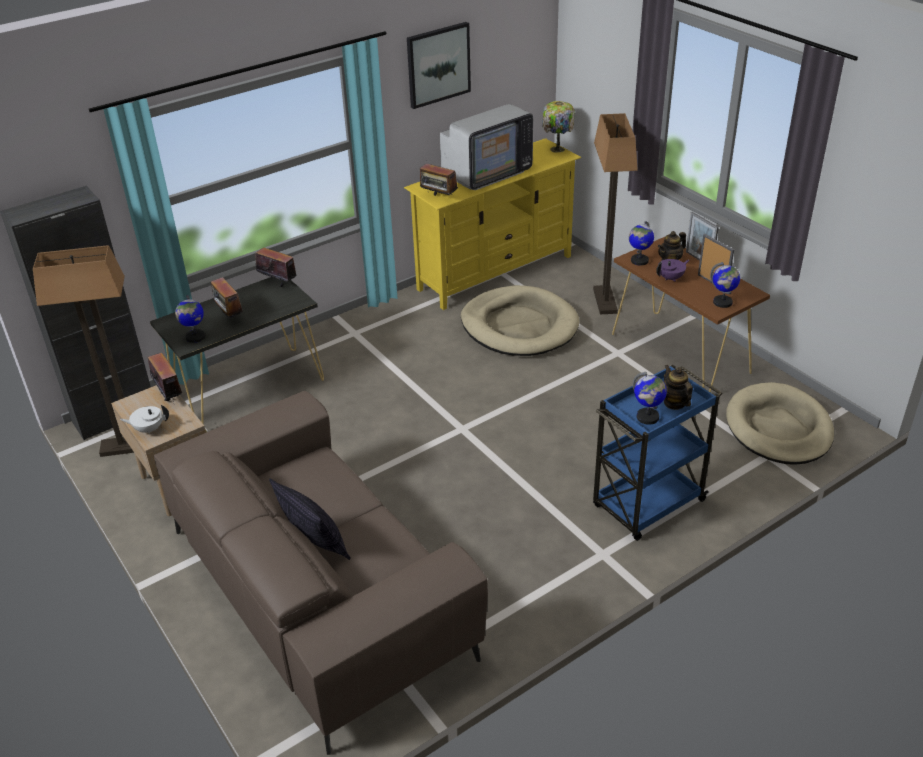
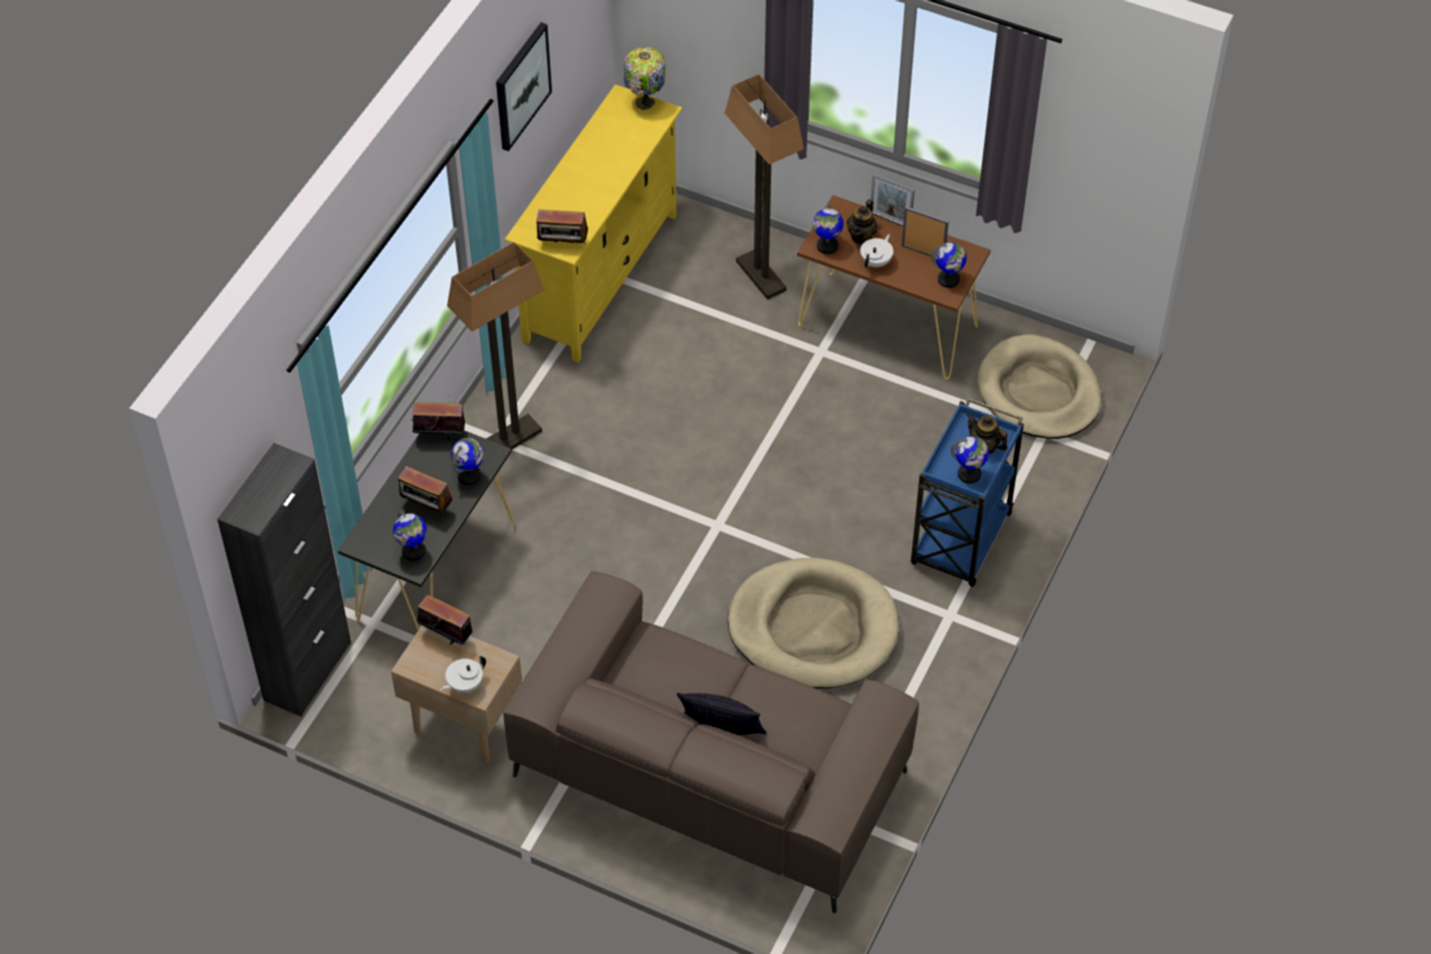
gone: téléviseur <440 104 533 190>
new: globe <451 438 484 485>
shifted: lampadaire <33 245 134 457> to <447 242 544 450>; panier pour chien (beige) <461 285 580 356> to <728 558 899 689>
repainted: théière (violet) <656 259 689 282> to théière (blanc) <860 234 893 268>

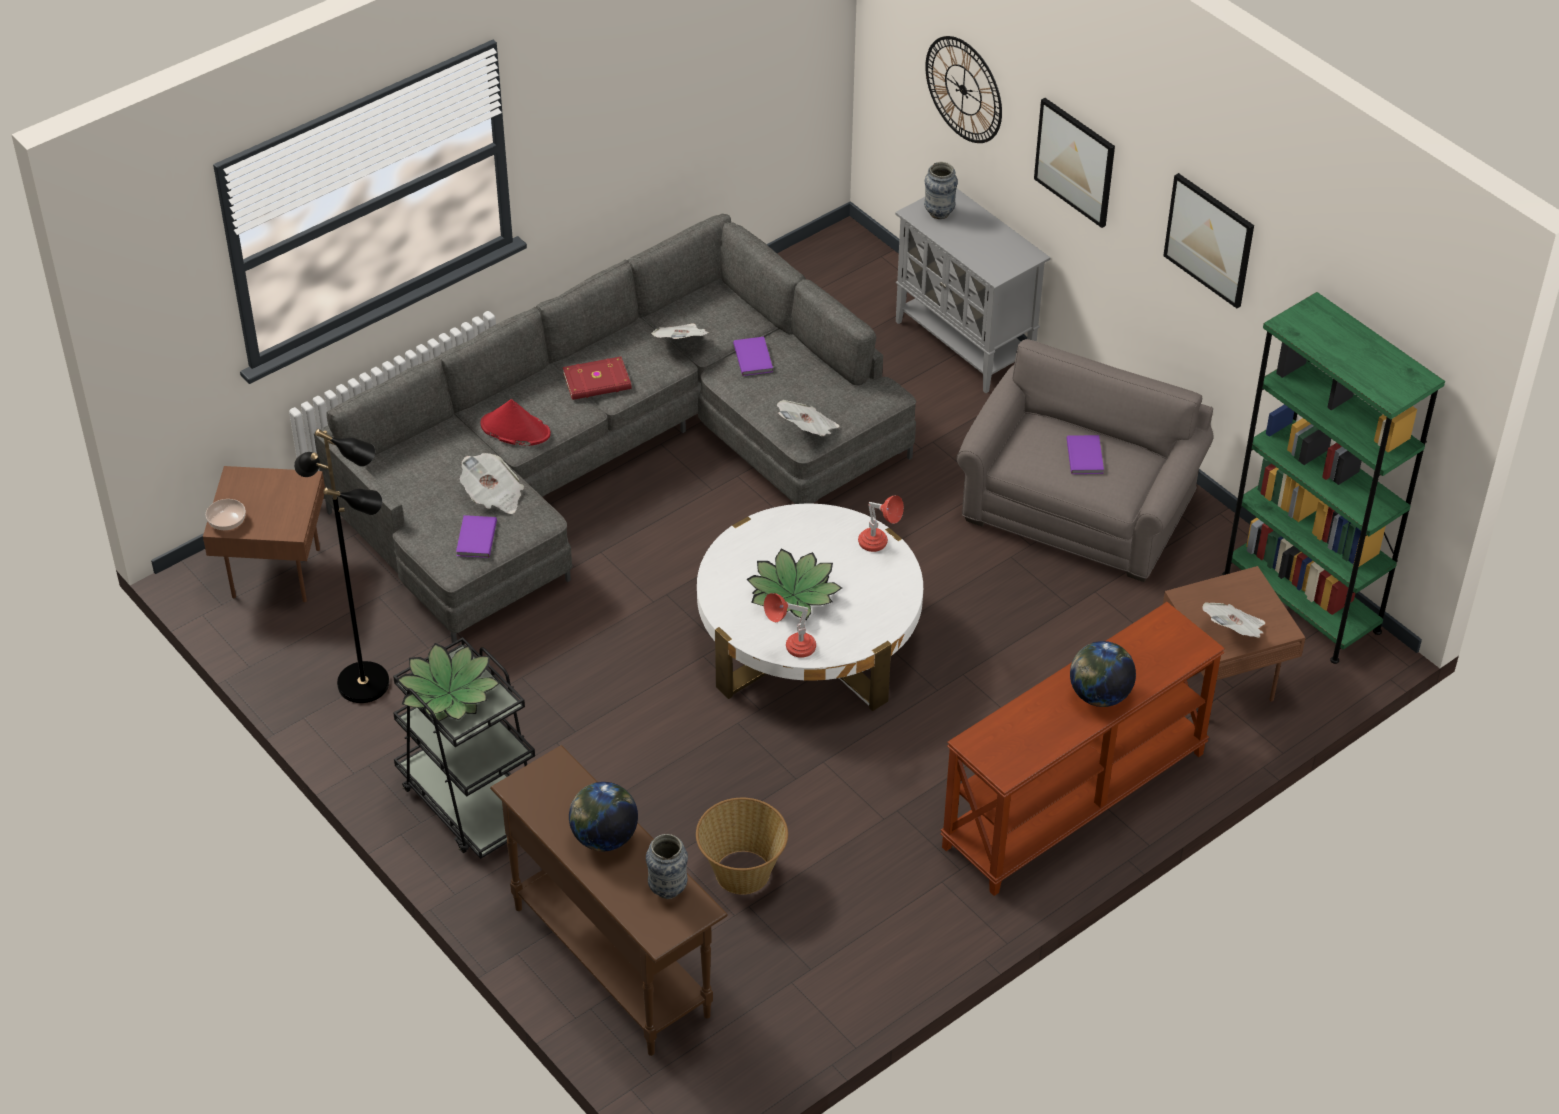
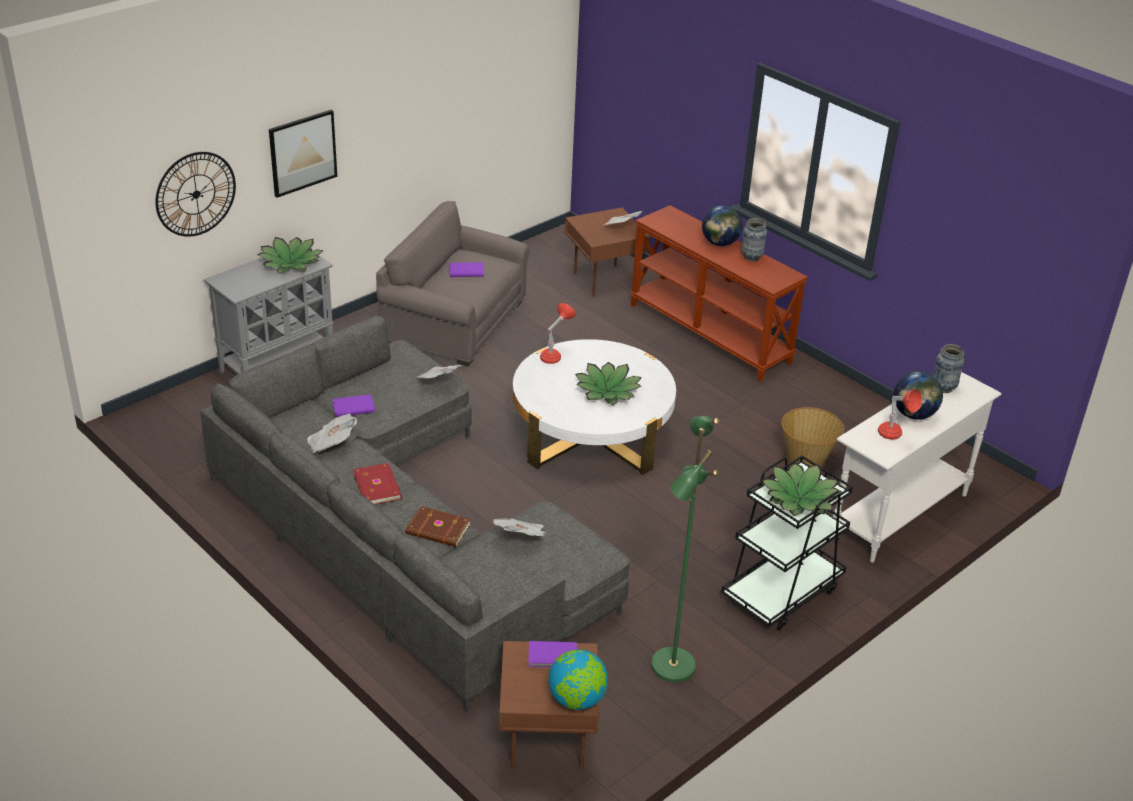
gone: tableau <1163 173 1254 308>; bibliothèque (vert) <1222 292 1445 664>
new: plante en pot <257 237 324 273>
shifted: vase <924 162 958 219> to <741 218 768 262>; livre (violet) <456 515 497 558> to <528 641 577 668>; lampe de table (rouge) <764 593 816 658> to <878 389 922 440>
swapped: chapeau (rouge) <481 399 551 446> to livre (marron) <406 506 470 547>; bol <206 499 246 530> to globe <548 649 608 710>
repainted: lampadaire (noir) <294 429 389 703> to lampadaire (vert) <651 416 720 682>; table console (marron) <490 745 728 1056> to table console (blanc) <833 372 1001 563>

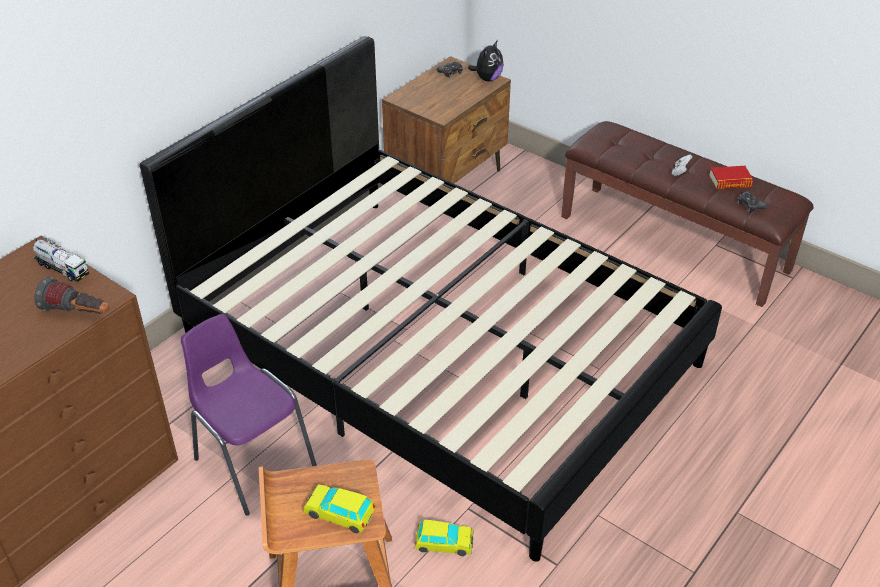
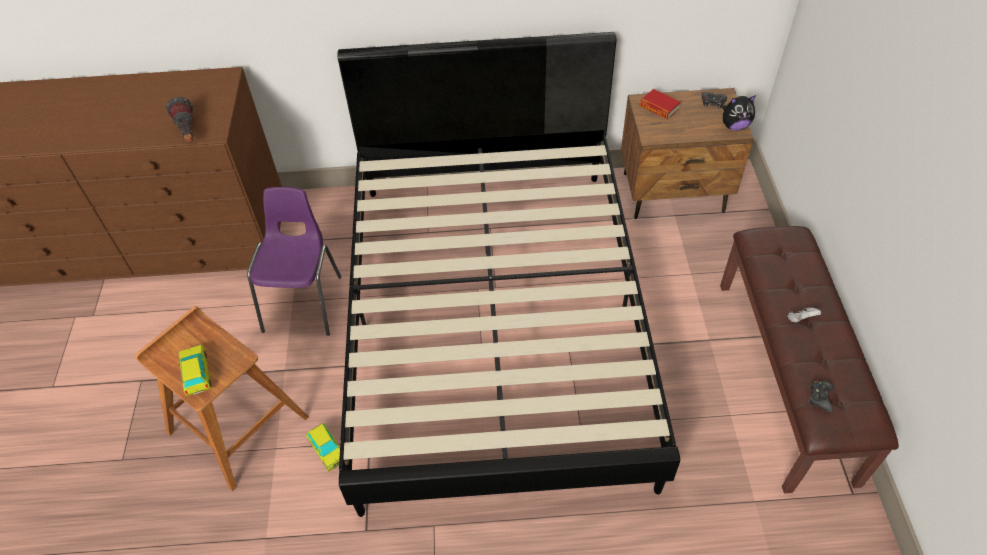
gone: camion jouet <33 236 89 282>
shifted: livre <709 166 753 189> to <640 89 681 120>

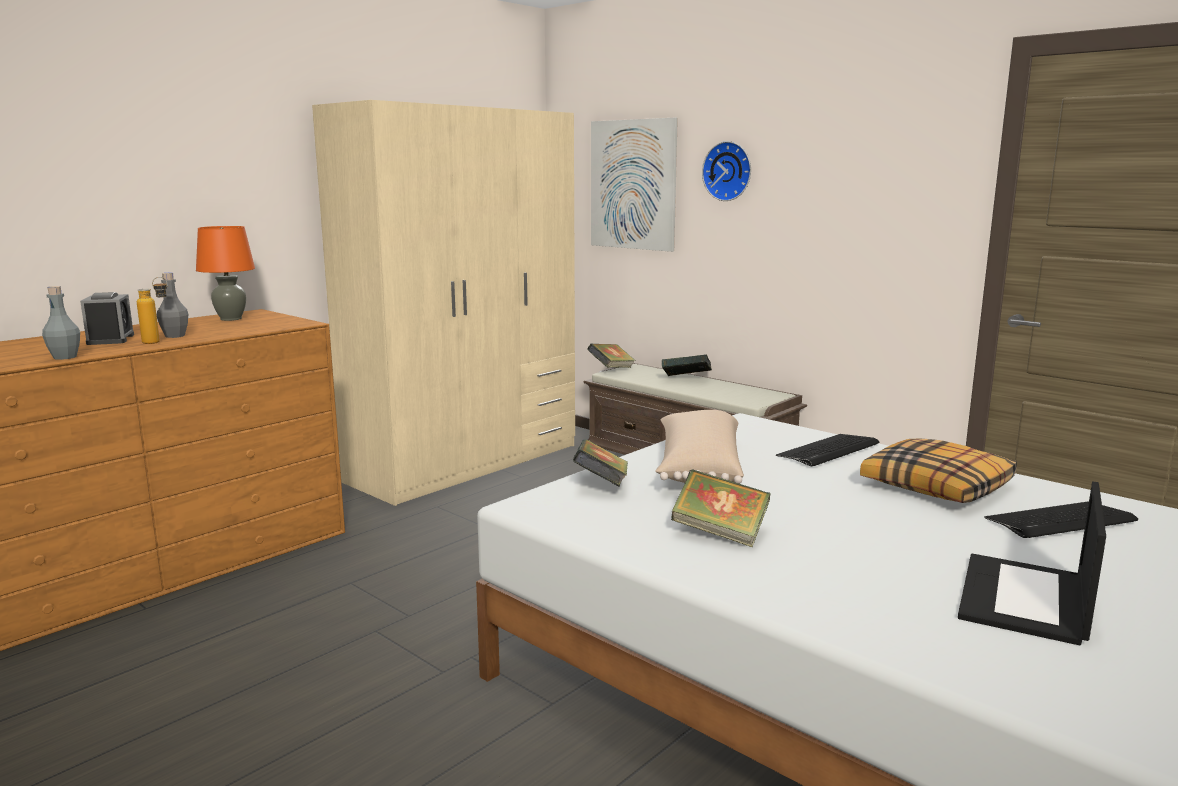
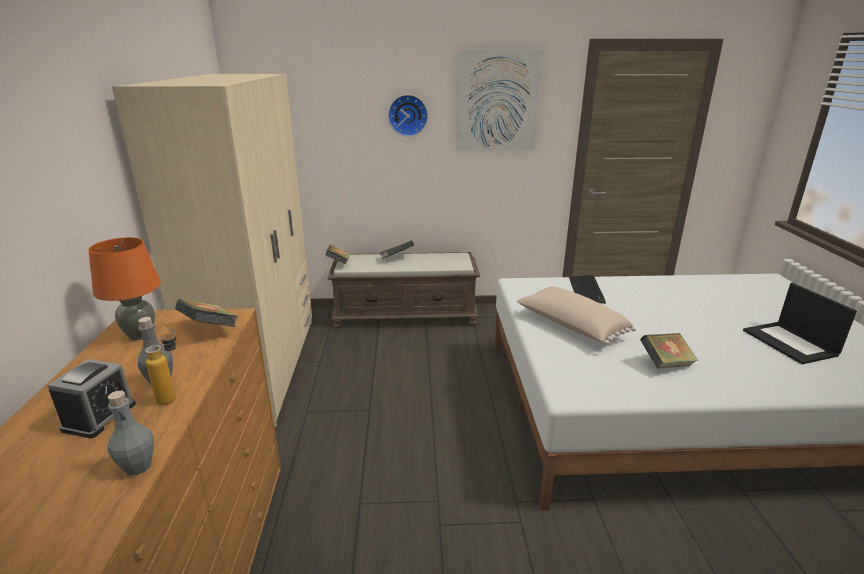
gone: coussin <860 439 1017 503>; clavier <984 501 1138 538>
shifted: tableau <591 118 678 252> to <457 50 543 150>; livre <573 439 628 487> to <175 299 238 327>
rotated: réveil <80 292 134 345> = <47 359 136 438> 75 degrees clockwise

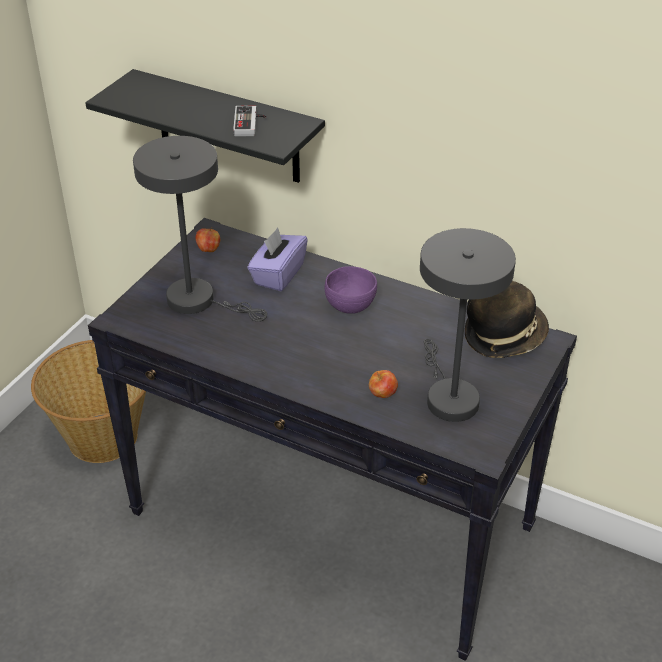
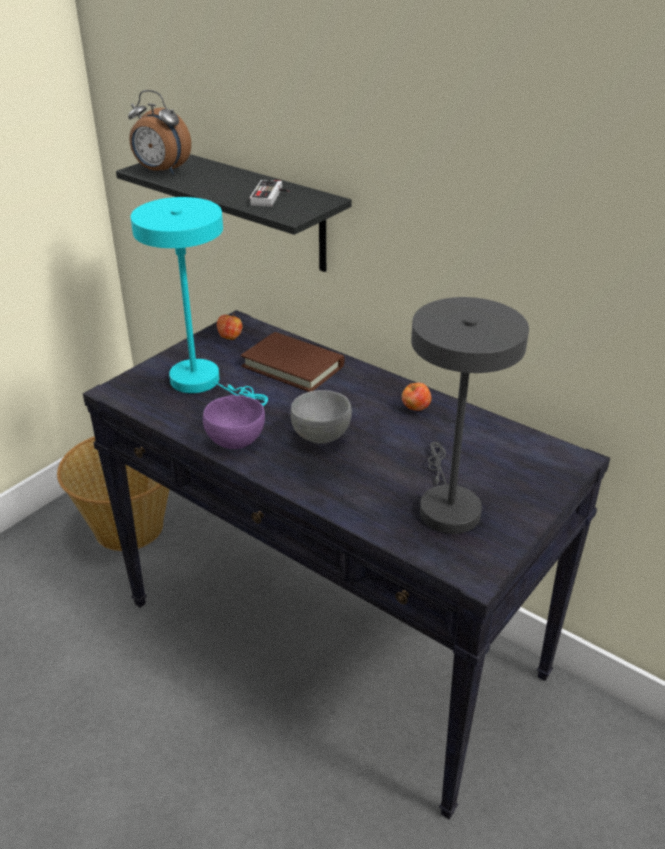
gone: chapeau <465 281 549 358>
new: réveil <128 90 191 174>; bol (gris) <290 390 352 443>
shifted: bol (violet) <324 266 377 314> to <203 395 265 449>; pomme <369 370 398 398> to <402 383 432 411>
swapped: boîte à mouchoirs (violet) <247 227 308 291> to livre (marron) <241 332 345 392>
repainted: lampe de table (gris) <133 136 267 322> to lampe de table (turquoise) <130 197 268 406>

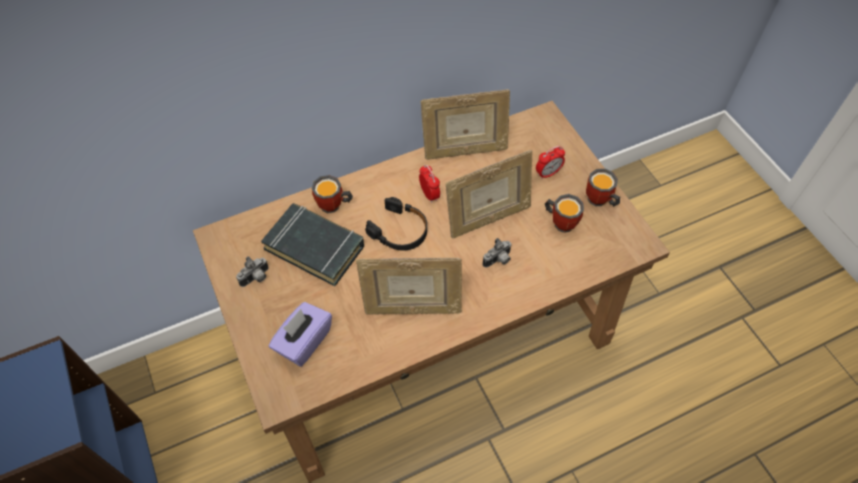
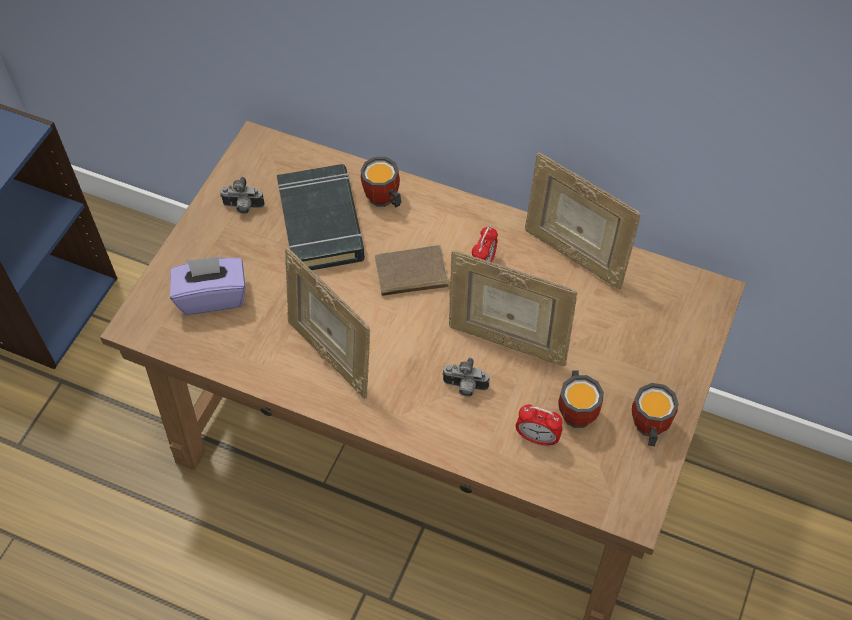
shifted: réveil <536 146 565 179> to <516 404 562 447>
swapped: casque audio (noir) <365 197 427 251> to livre (marron) <374 245 451 296>

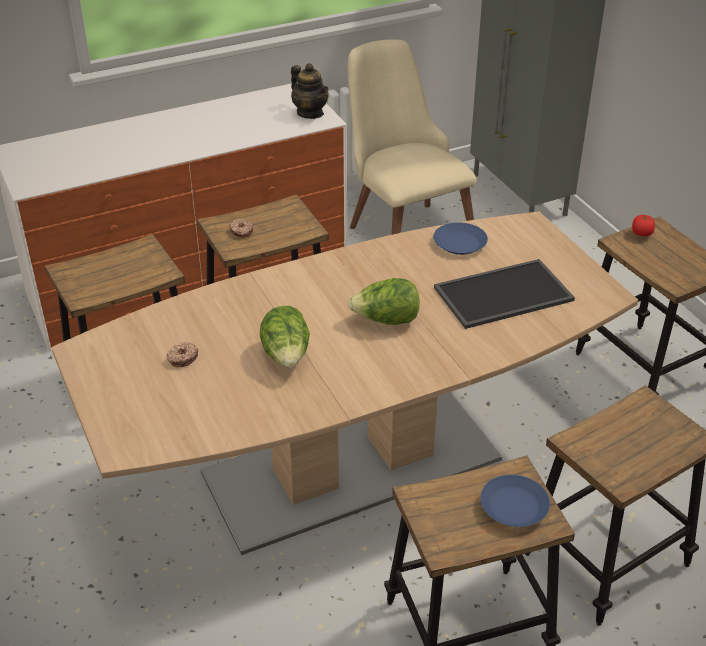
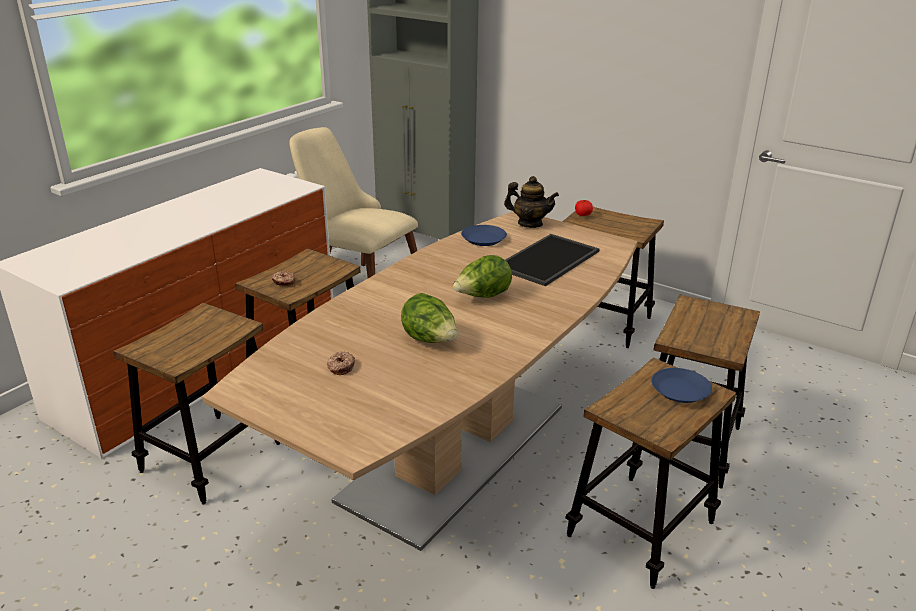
shifted: théière <291 63 329 119> to <504 176 559 228>

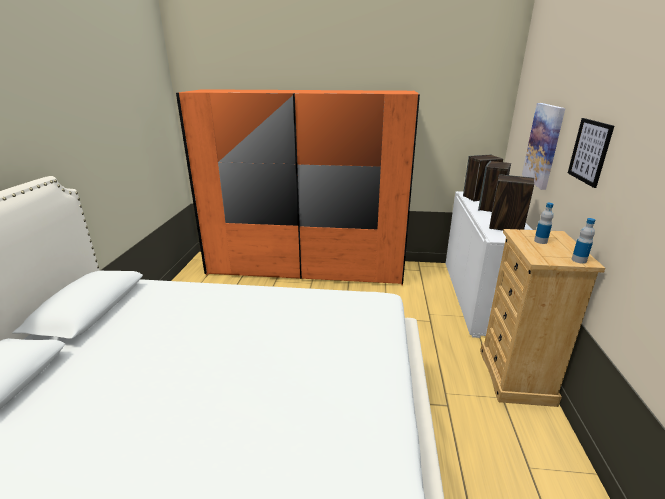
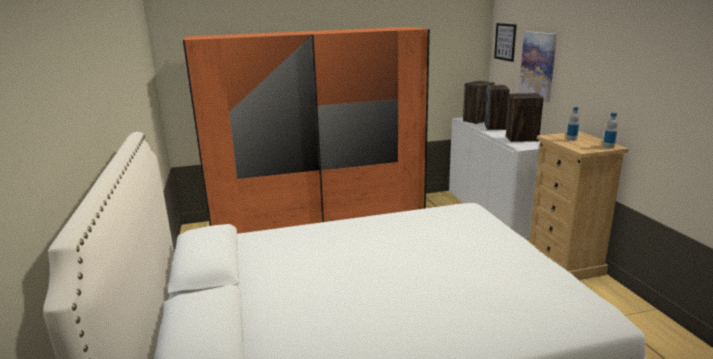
shifted: tableau <568 118 614 188> to <494 23 517 62>

